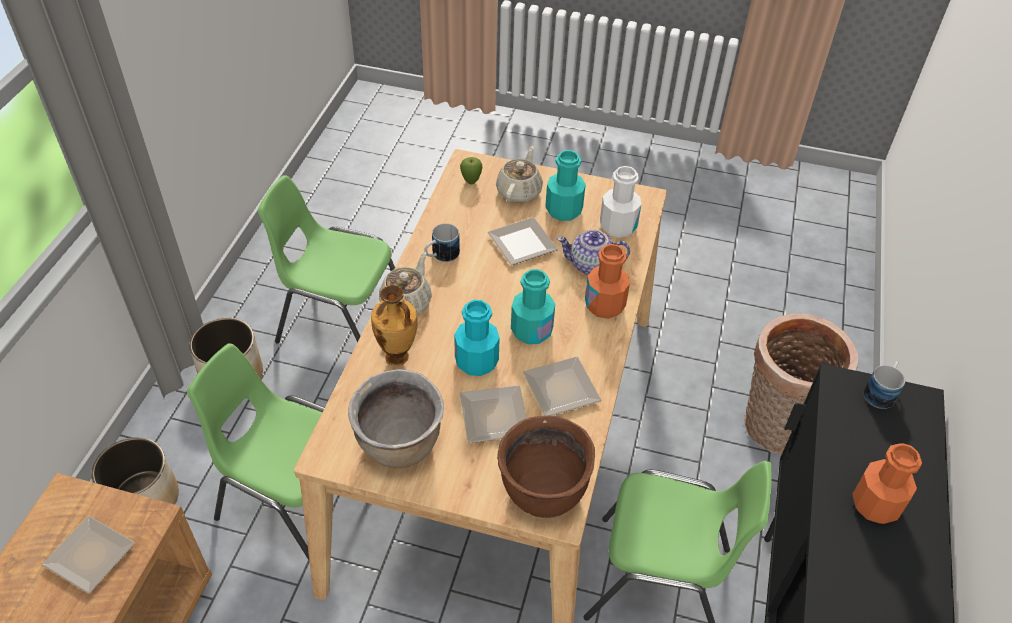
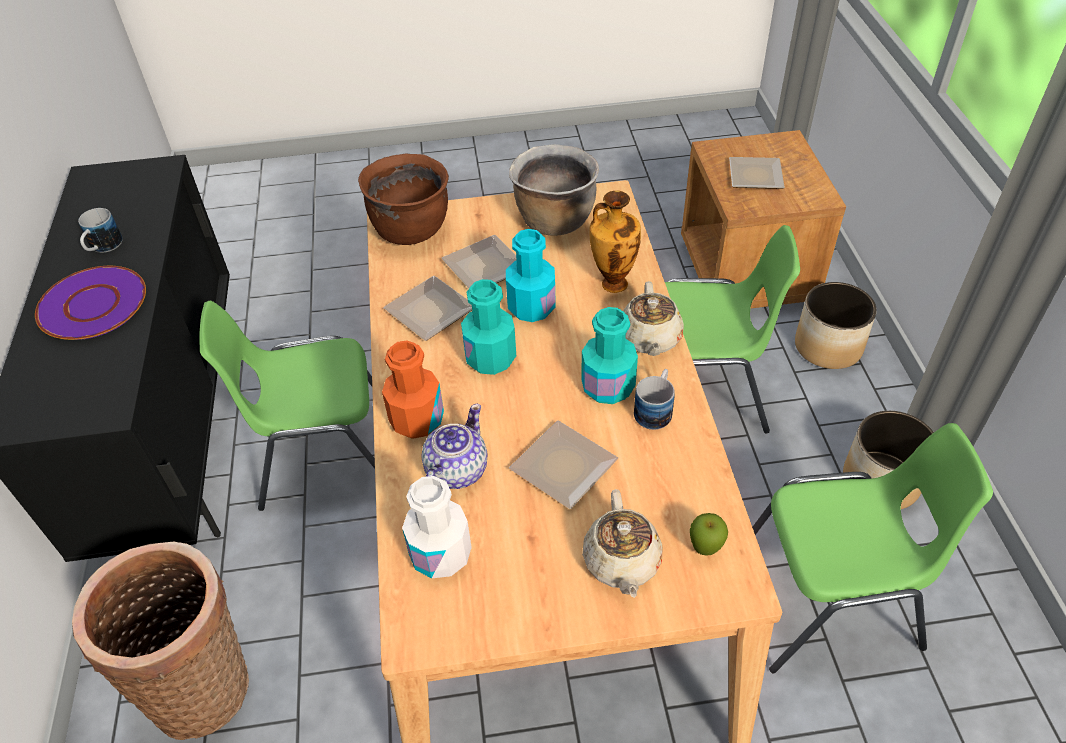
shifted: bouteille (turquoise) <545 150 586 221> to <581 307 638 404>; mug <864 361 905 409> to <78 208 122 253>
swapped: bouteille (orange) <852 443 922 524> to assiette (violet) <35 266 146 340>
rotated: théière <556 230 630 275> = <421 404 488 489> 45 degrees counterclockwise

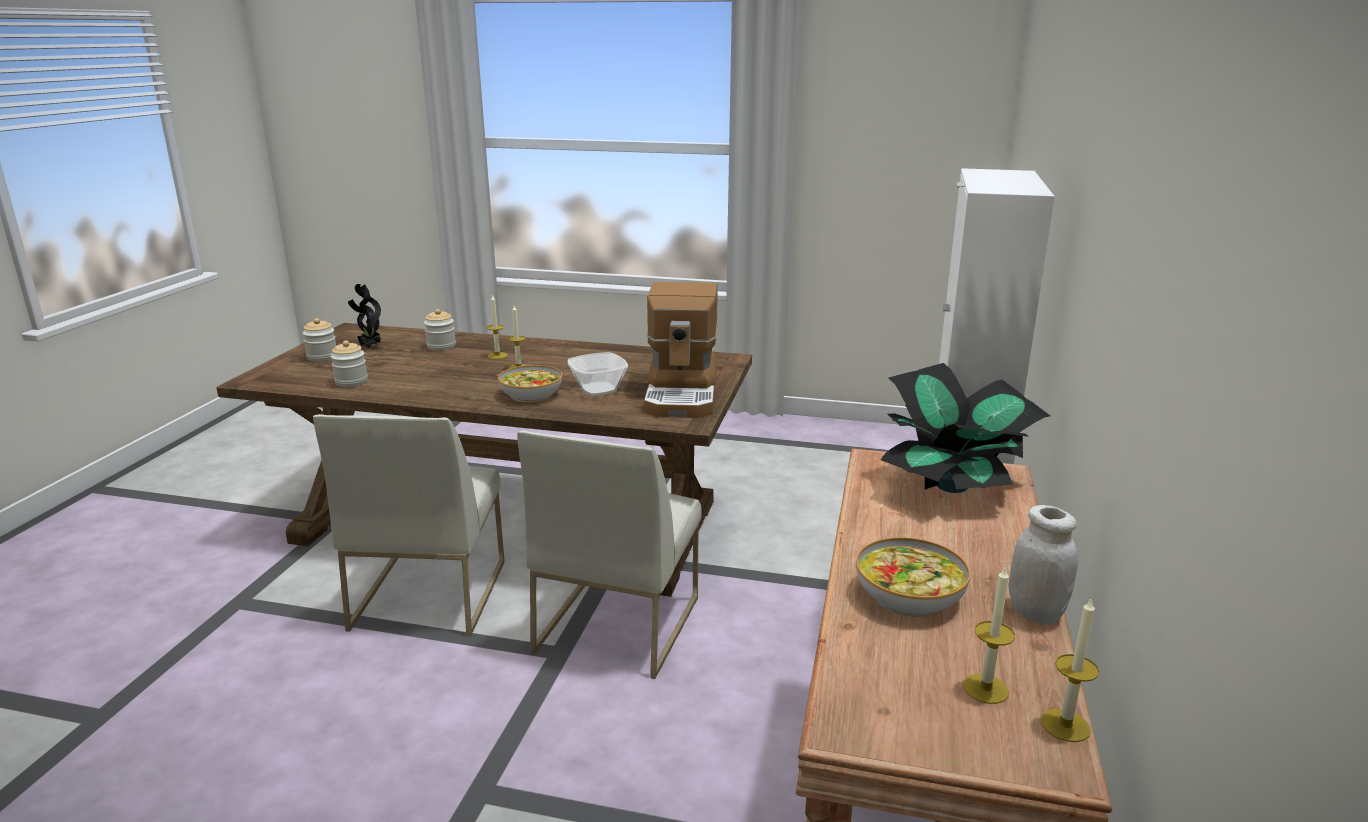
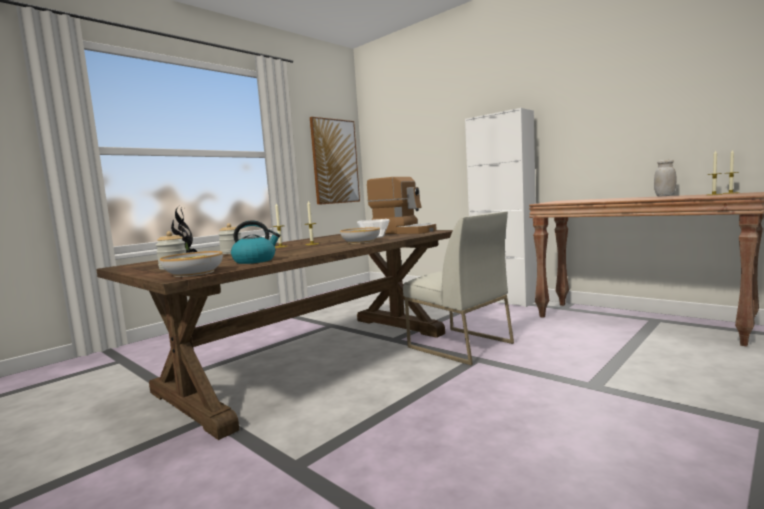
gone: plante en pot <881 363 1050 493>; chaise (blanc) <313 414 505 636>
new: tableau <310 117 360 205>
shifted: bol <856 537 970 617> to <160 251 223 277>
swapped: bocal <331 341 368 387> to bouilloire <231 220 280 264>

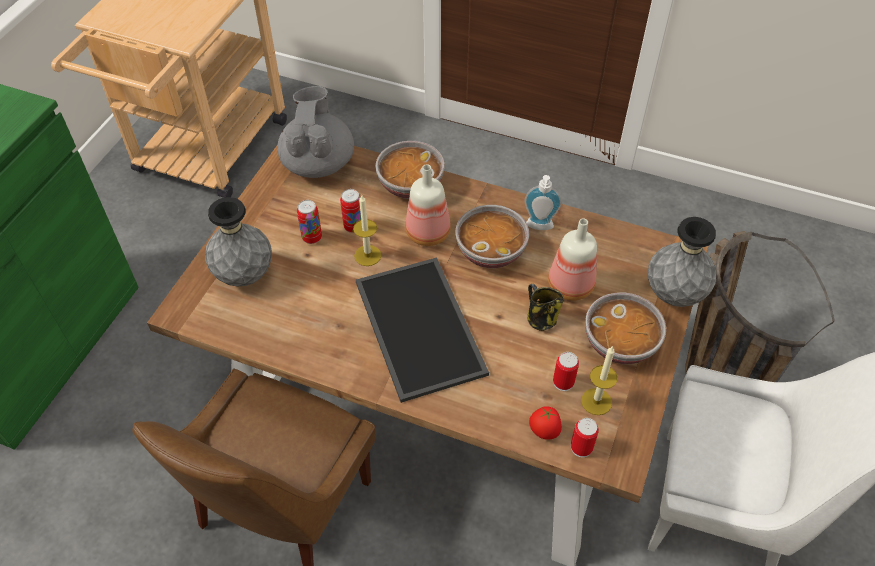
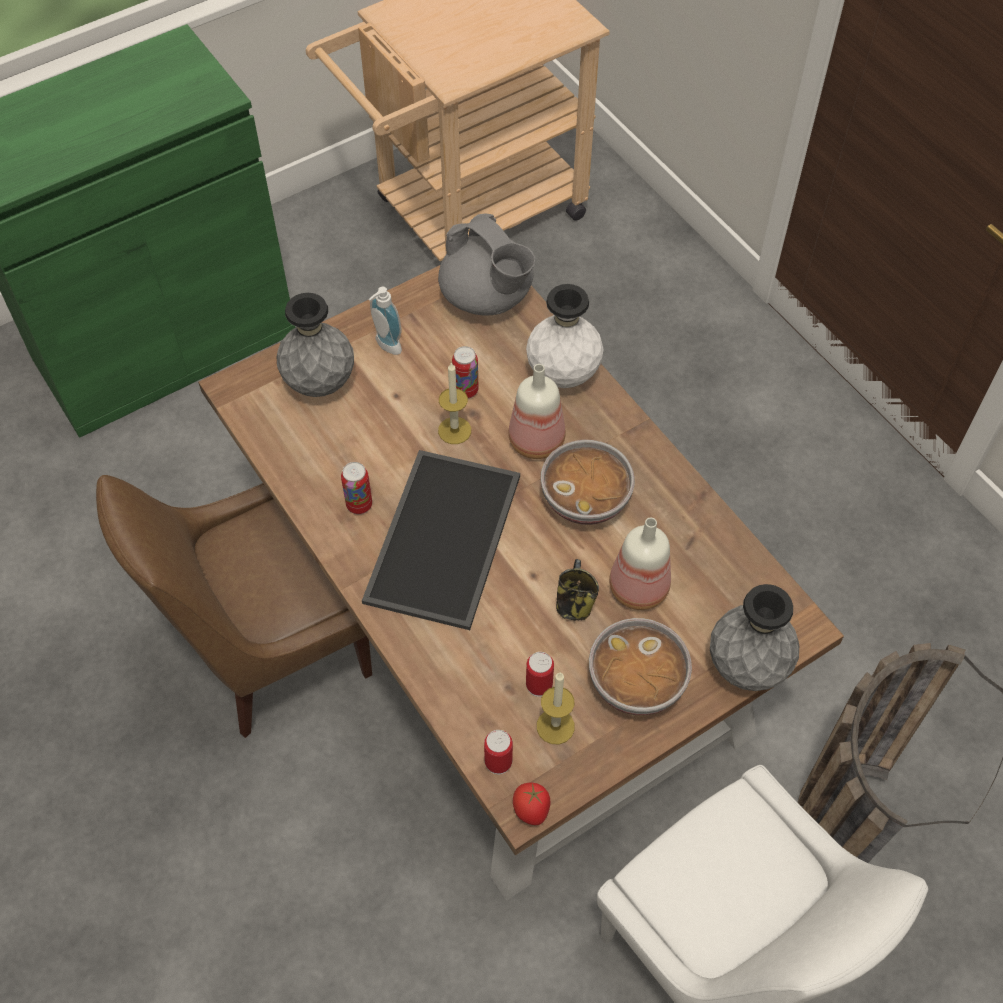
shifted: distributeur de savon <524 175 562 230> to <369 286 402 355>; boîte métallique <297 200 322 244> to <341 462 372 514>; tomate <529 406 562 440> to <513 783 551 825>
swapped: bol <375 141 445 199> to vase (blanc) <526 284 604 388>
rotated: théière (gris) <277 86 354 178> = <438 214 535 316> 105 degrees clockwise

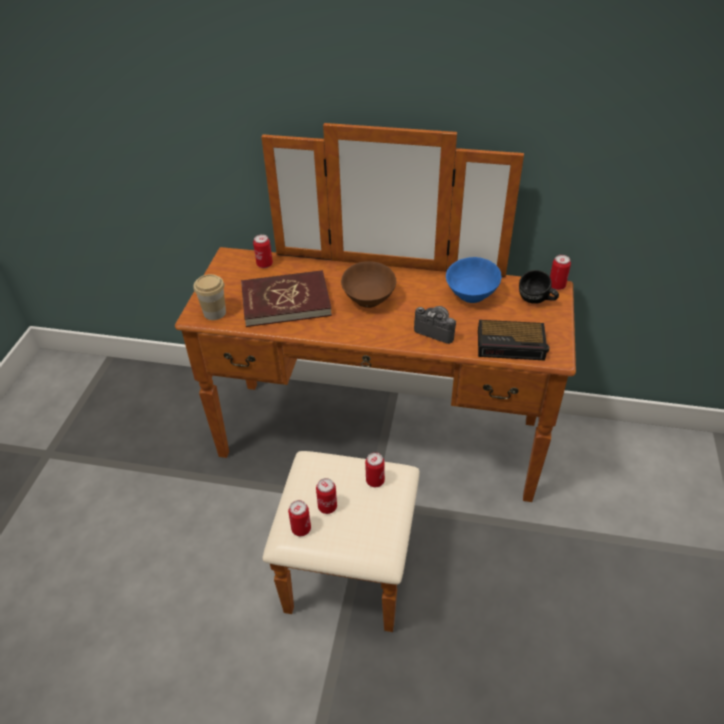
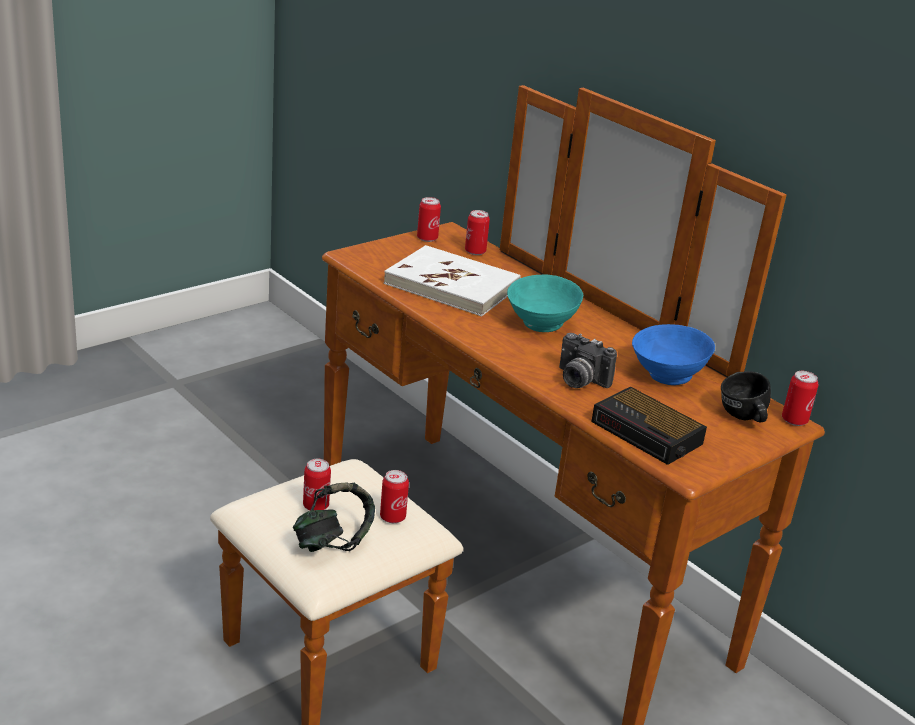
gone: tasse <194 274 226 320>
new: casque audio <293 482 375 552>
shifted: boîte métallique <288 500 311 536> to <417 197 441 242>
repainted: bol (marron) <341 261 397 308> to bol (turquoise) <507 274 583 332>; livre (rouge) <241 270 332 327> to livre (blanc) <384 245 520 317>
rotated: appareil photo <414 306 456 344> = <559 333 617 388> 150 degrees clockwise

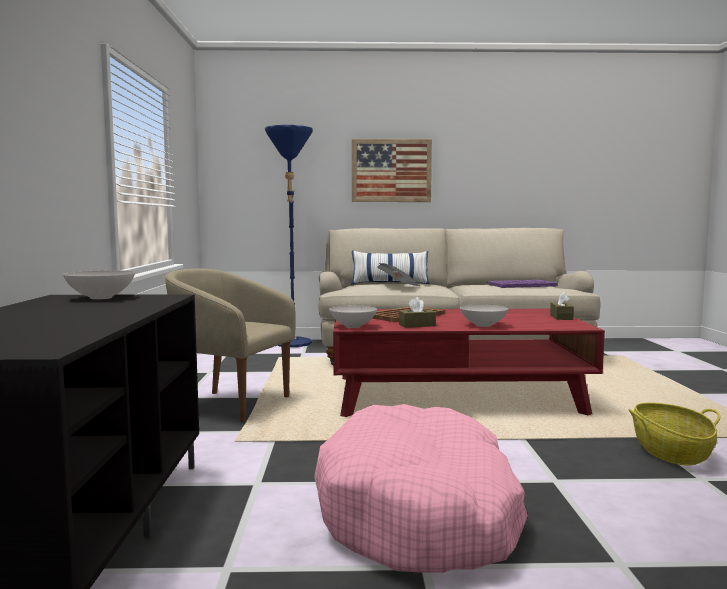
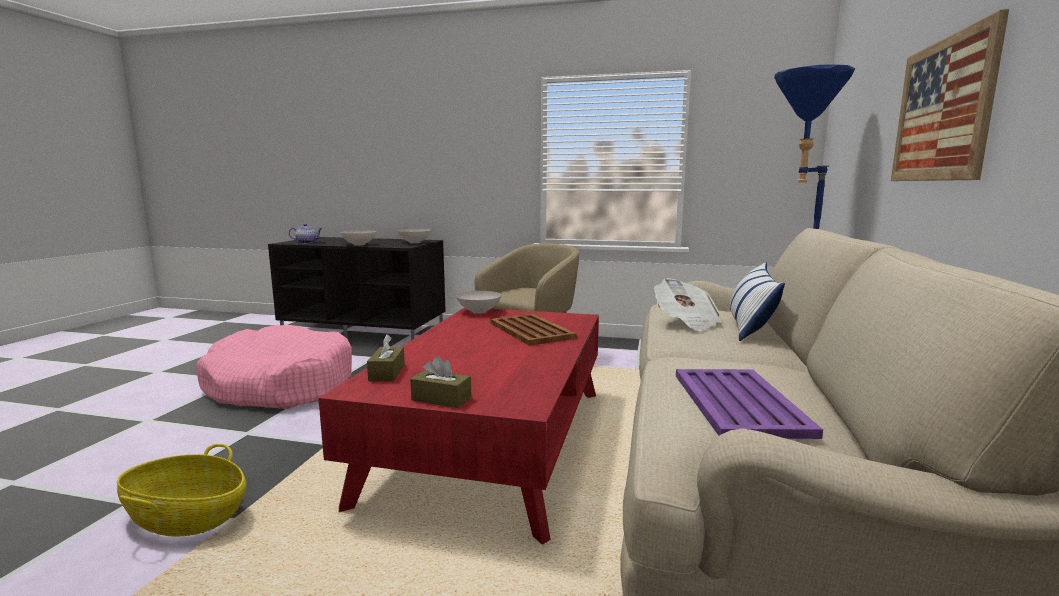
new: théière <289 224 322 243>
shifted: boîte à mouchoirs (marron) <399 297 436 328> to <367 334 405 381>; bol (blanc) <460 305 508 327> to <340 230 377 245>

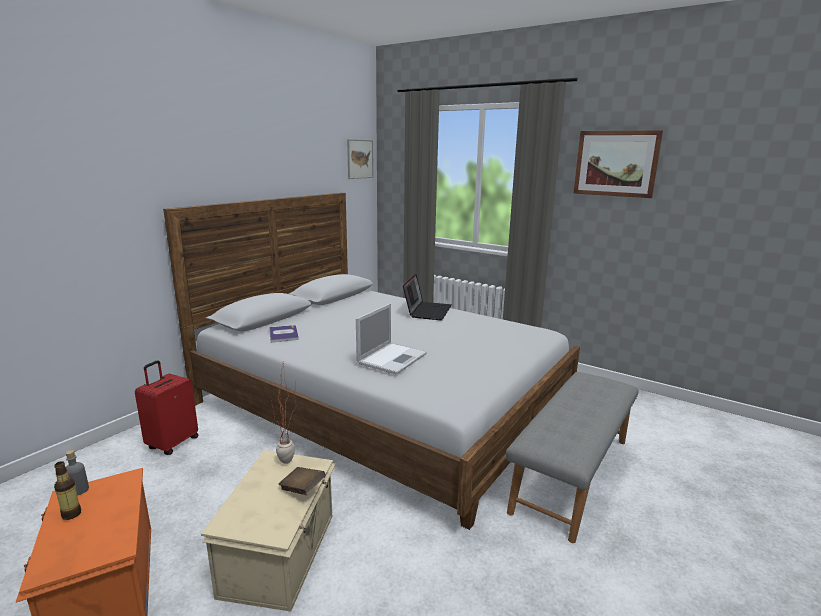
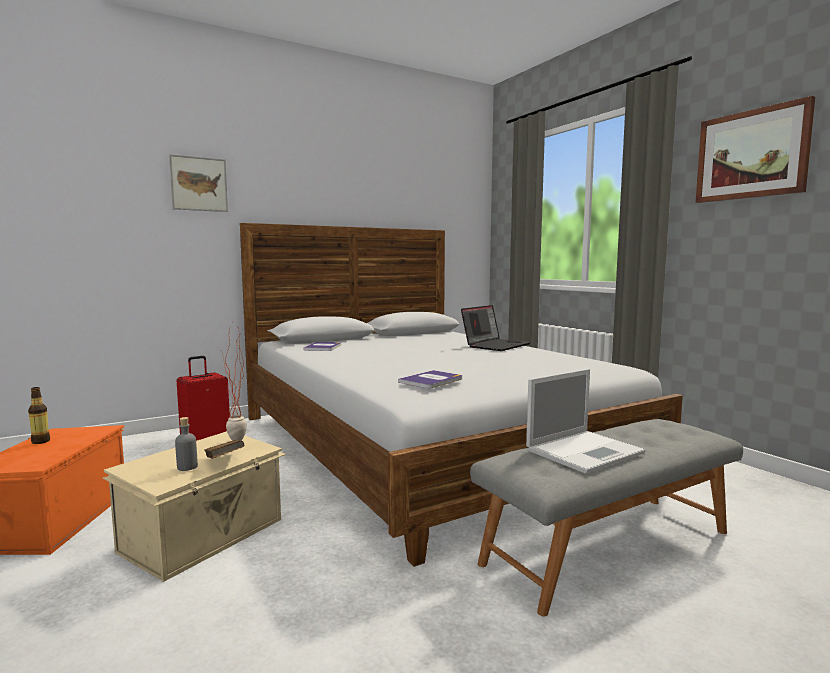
new: livre <398 370 462 388>
shifted: tableau <347 139 373 179> to <169 154 228 212>; ordinateur portable <356 303 427 375> to <526 369 646 474>; bouteille (gris) <65 450 89 496> to <175 417 198 471>

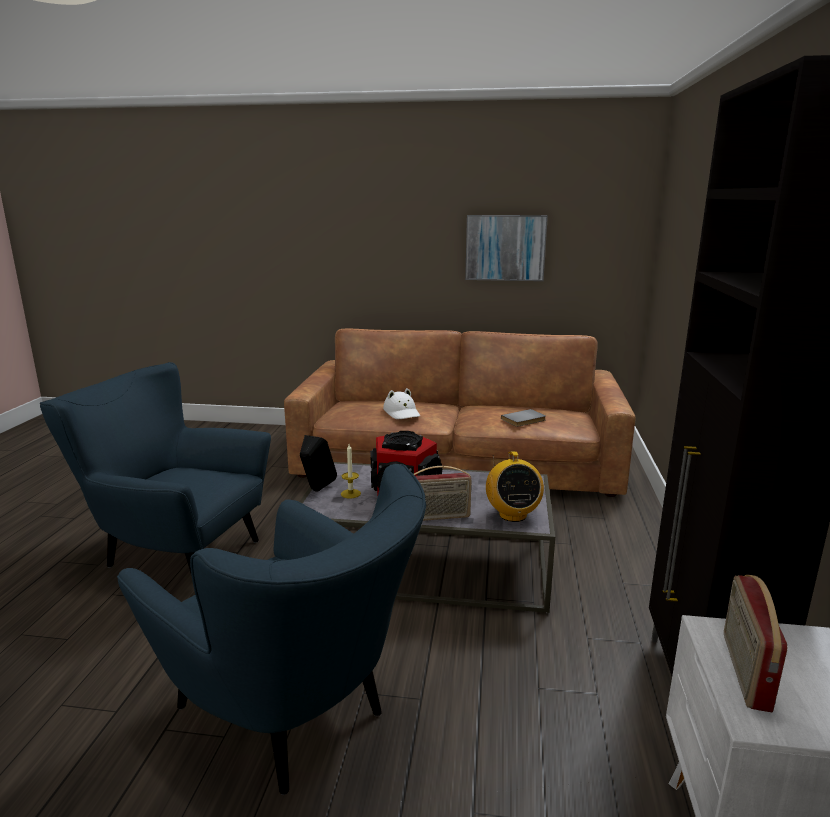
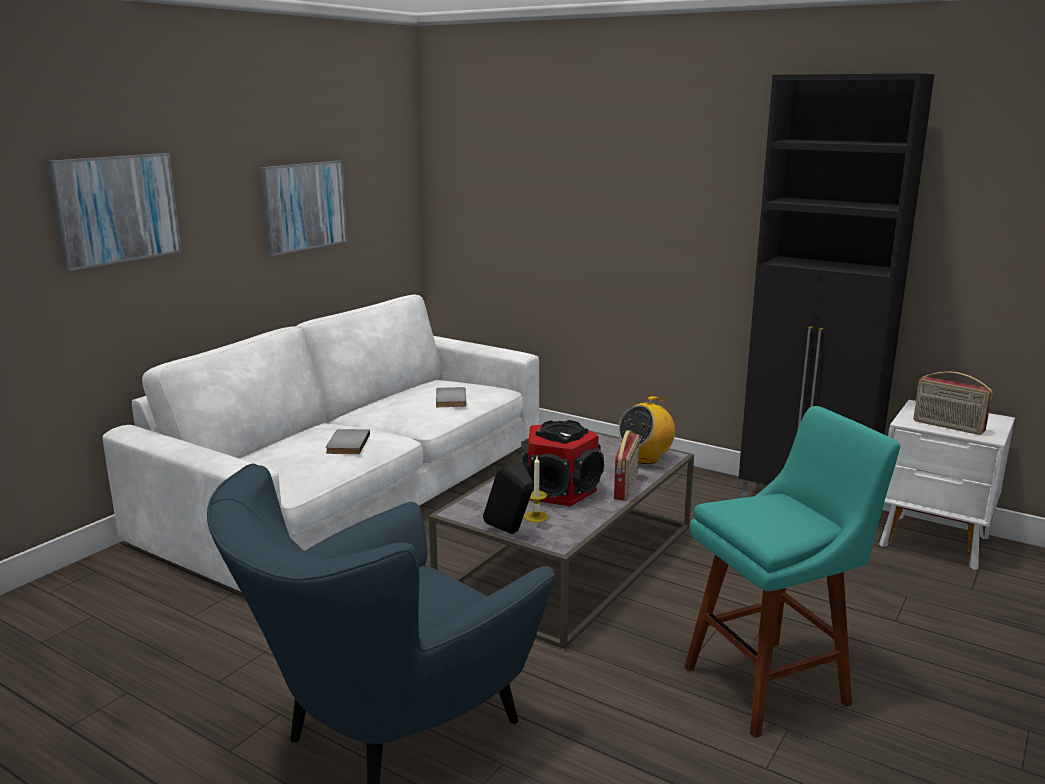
new: tableau <46 153 182 271>
swapped: chapeau (blanc) <383 388 420 419> to livre (gris) <326 429 370 454>; fauteuil (bleu) <117 464 426 795> to tabouret (turquoise) <684 406 900 738>
repainted: canapé (marron) <284 329 636 497> to canapé (blanc) <102 295 539 591>
rotated: radio <486 451 544 522> = <618 396 675 464> 120 degrees clockwise

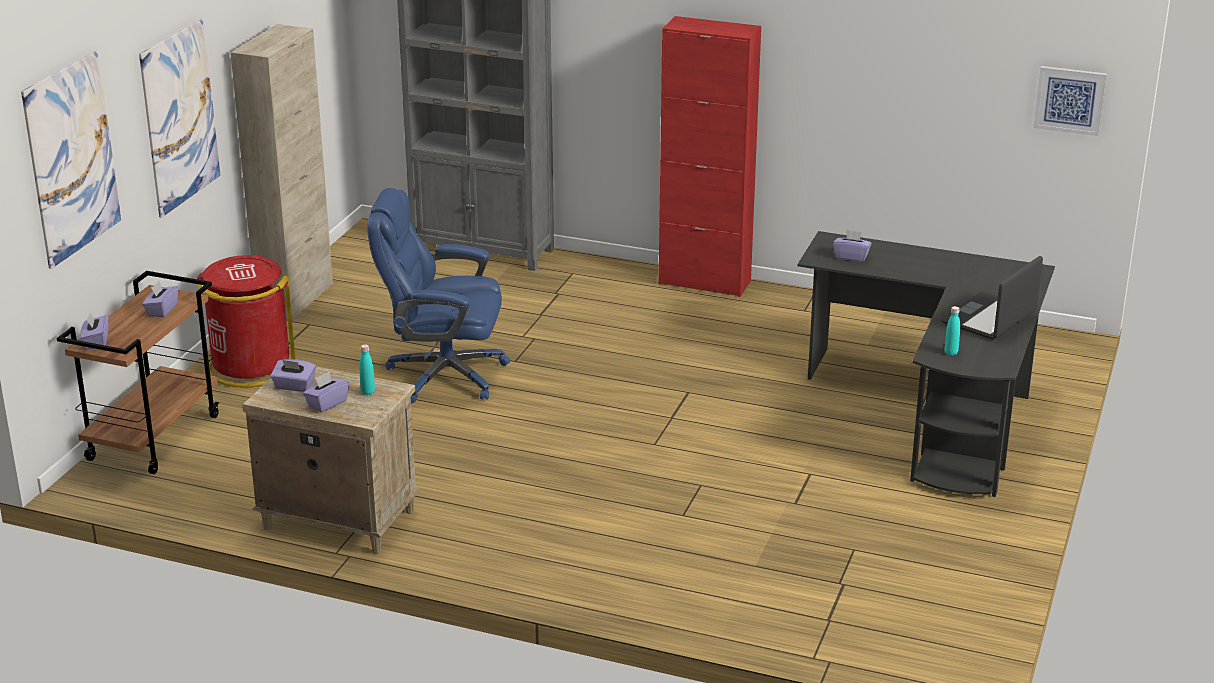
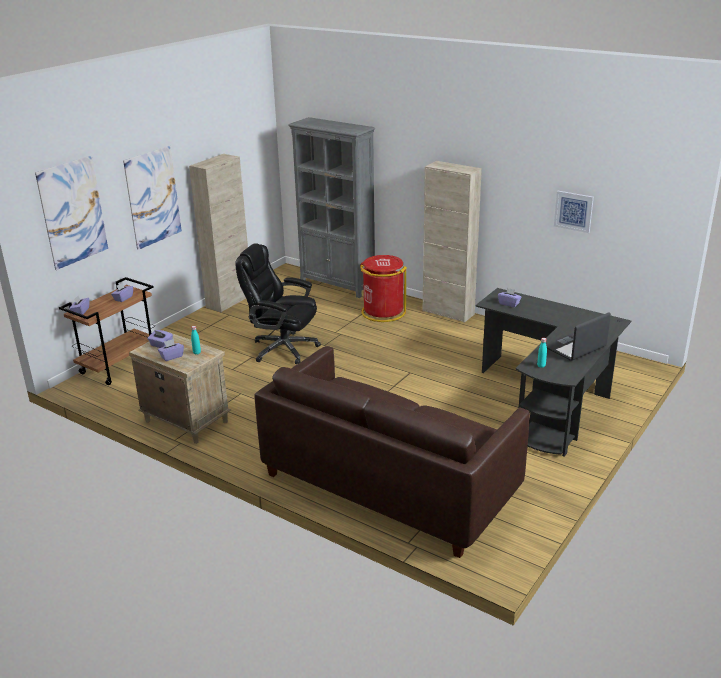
new: canapé (marron) <255 346 530 558>
shifted: tableau <1033 66 1107 136> to <554 191 594 233>; poubelle (rouge) <197 255 295 388> to <360 255 407 322>
repainted: meuble de rangement (rouge) <659 16 761 297> to meuble de rangement (beige) <423 161 482 323>; chaise de bureau (bleu) <367 188 510 403> to chaise de bureau (noir) <235 243 321 364>

